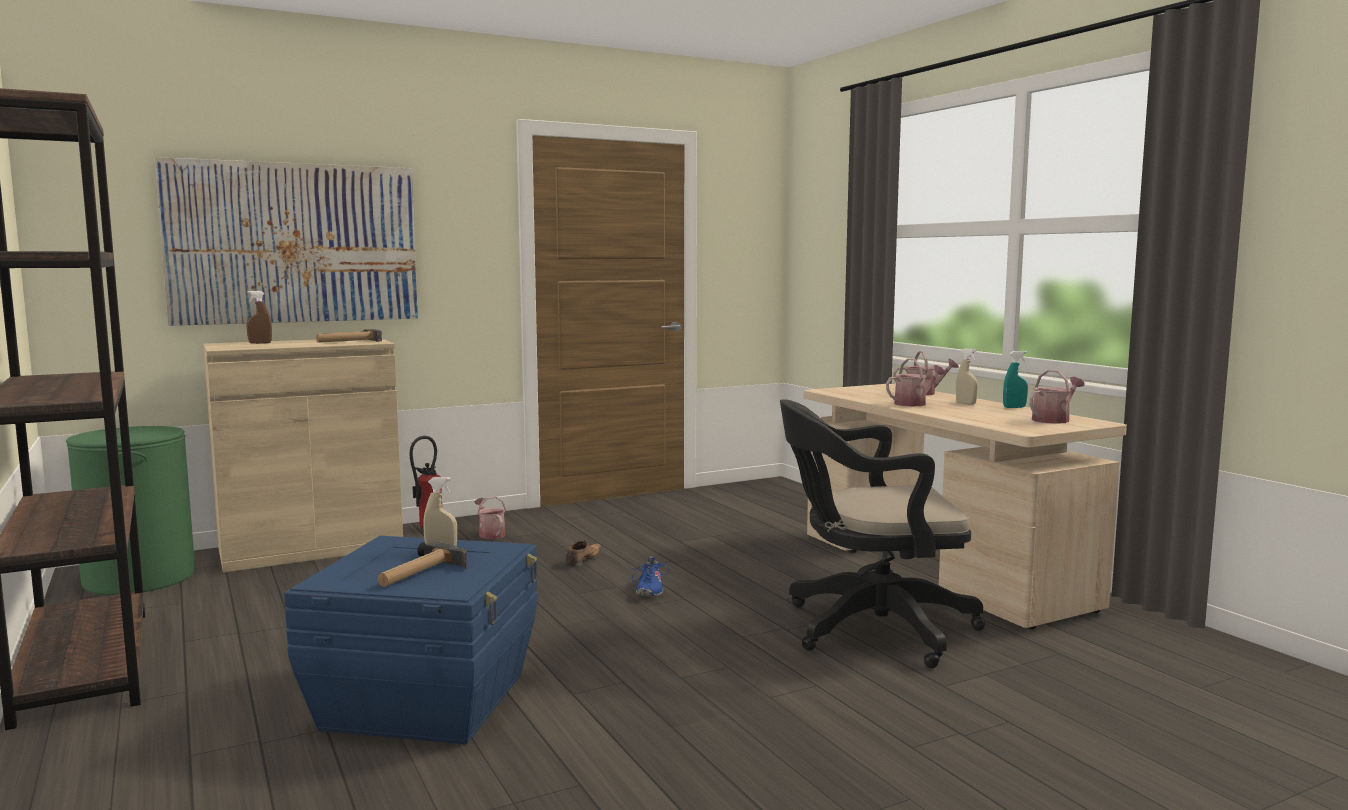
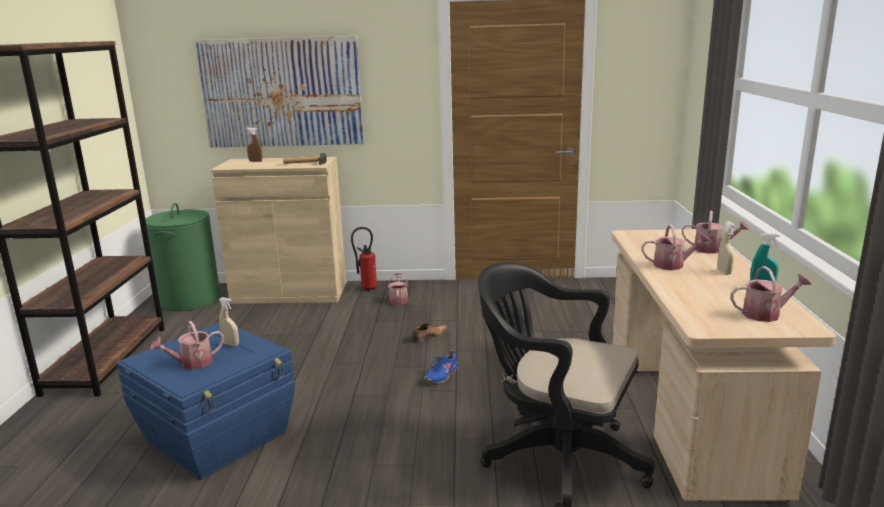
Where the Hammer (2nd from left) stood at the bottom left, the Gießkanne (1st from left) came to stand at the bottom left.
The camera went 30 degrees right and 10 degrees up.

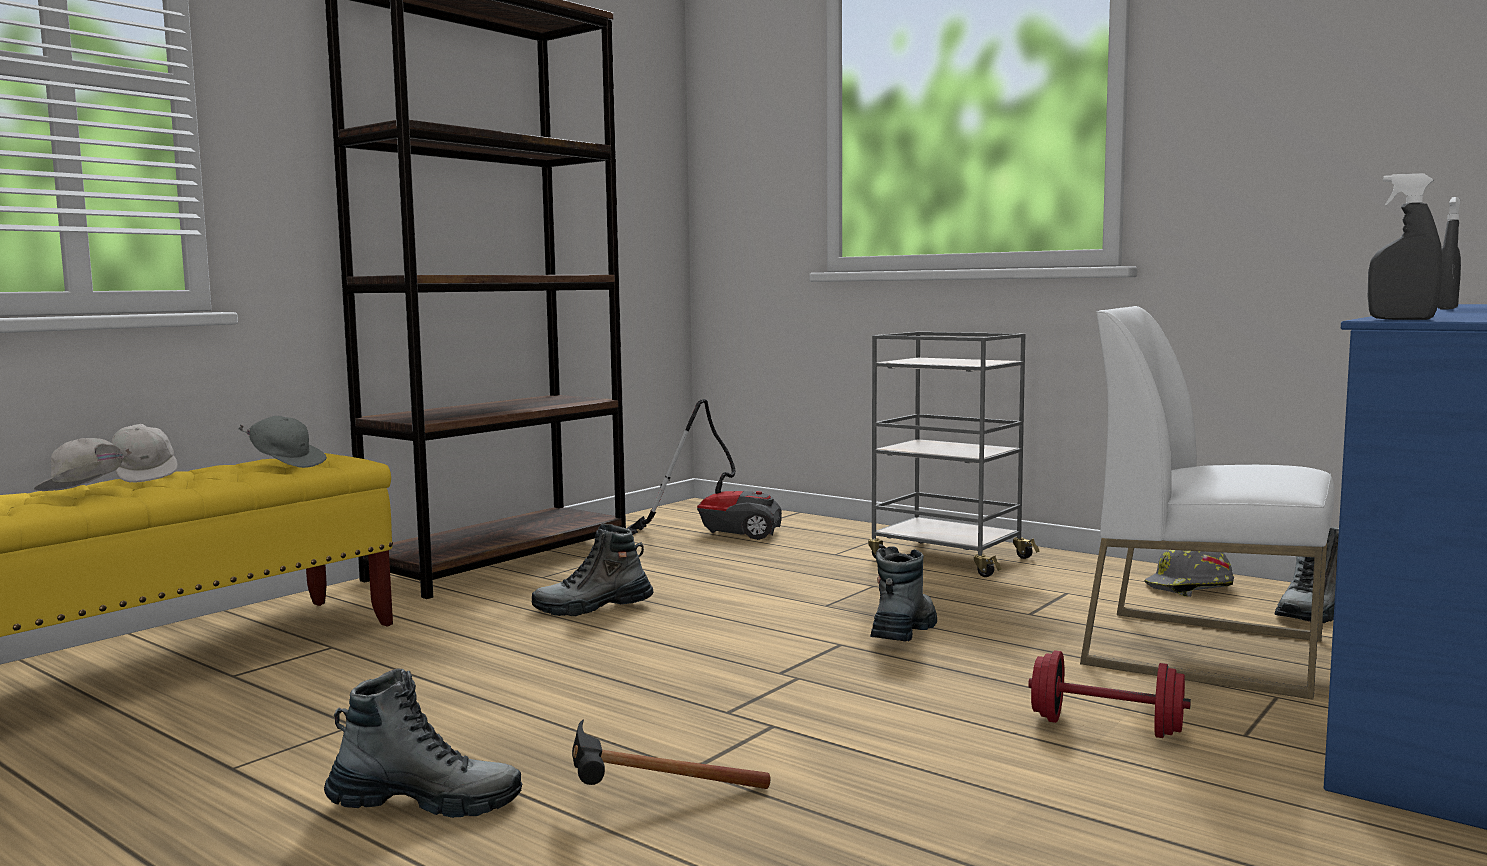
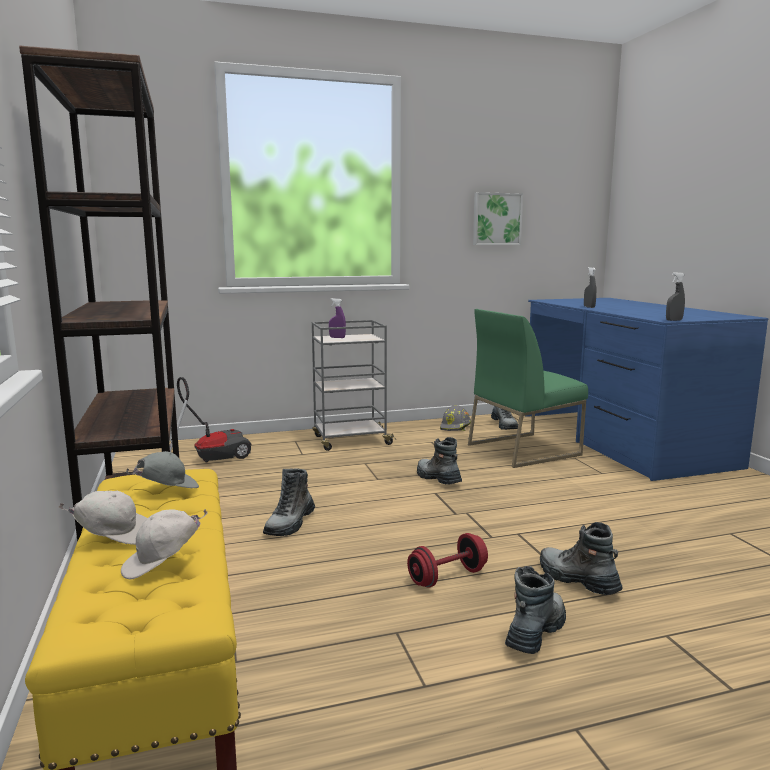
Where the Hammer stood at the bottom centre, the Stiefel (5th from left) came to stand at the bottom right.
The Hantel (rot) ended up elsewhere, having gone from the bottom right to the bottom centre.
What was the Stuhl (weiß) at the middle right turned into the Stuhl (grün) at the middle right.
The second view gained the Sprühflasche (lila) at the centre.
The second view gained the Bild at the top centre.
The camera went 55 degrees left and 5 degrees up.

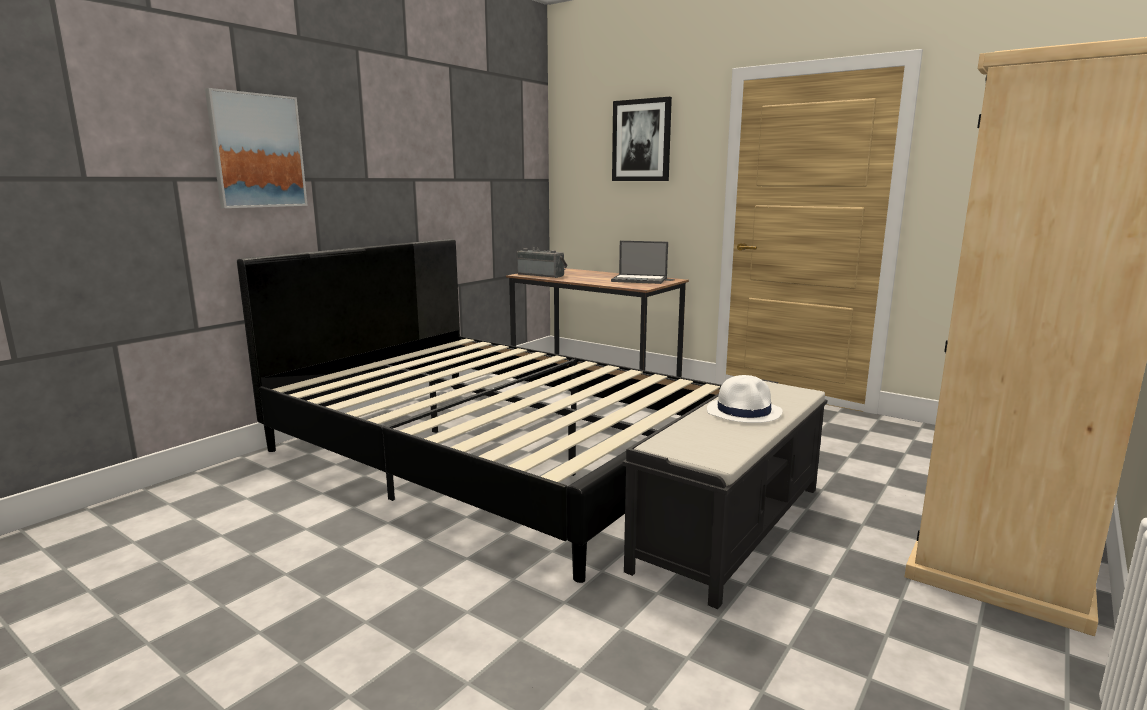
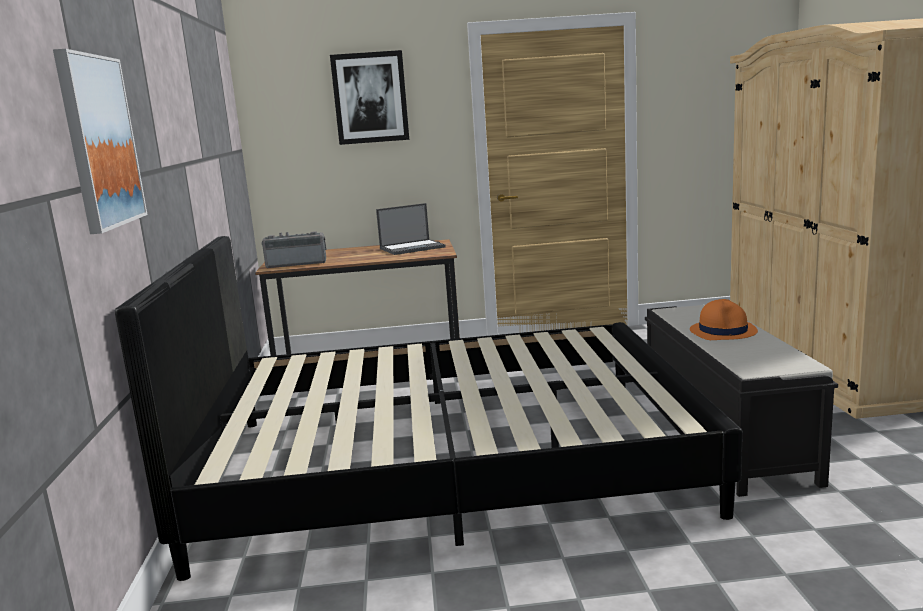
What was the Hut (weiß) at the centre turned into the Hut (orange) at the middle right.
The camera went 40 degrees left and 0 degrees up.

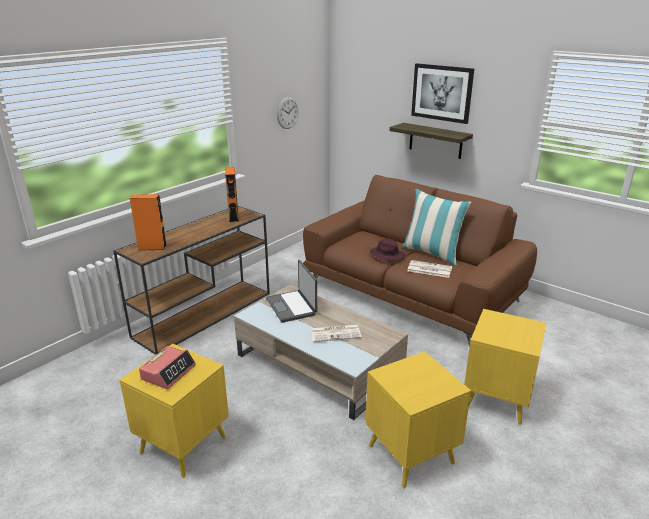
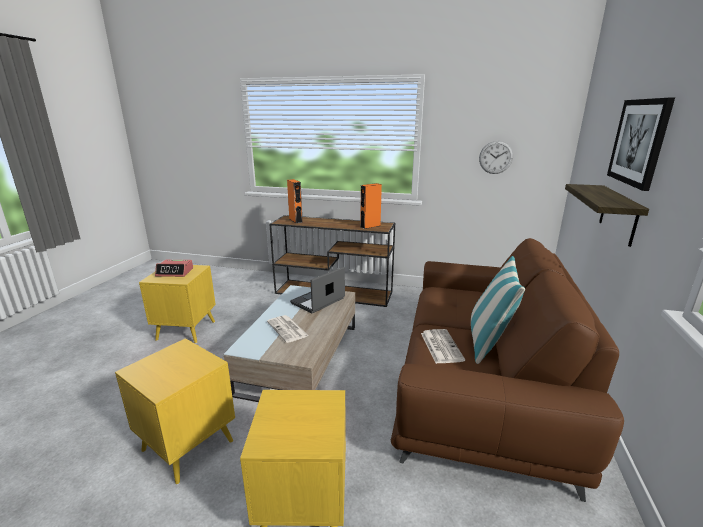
The second view lost the Hut (lila) at the centre.
The camera went 65 degrees right and 5 degrees down.

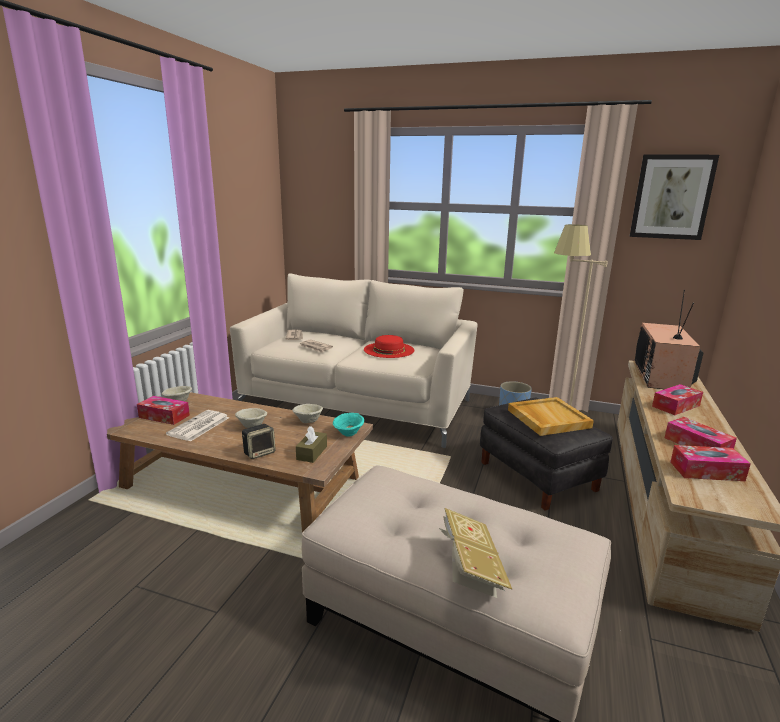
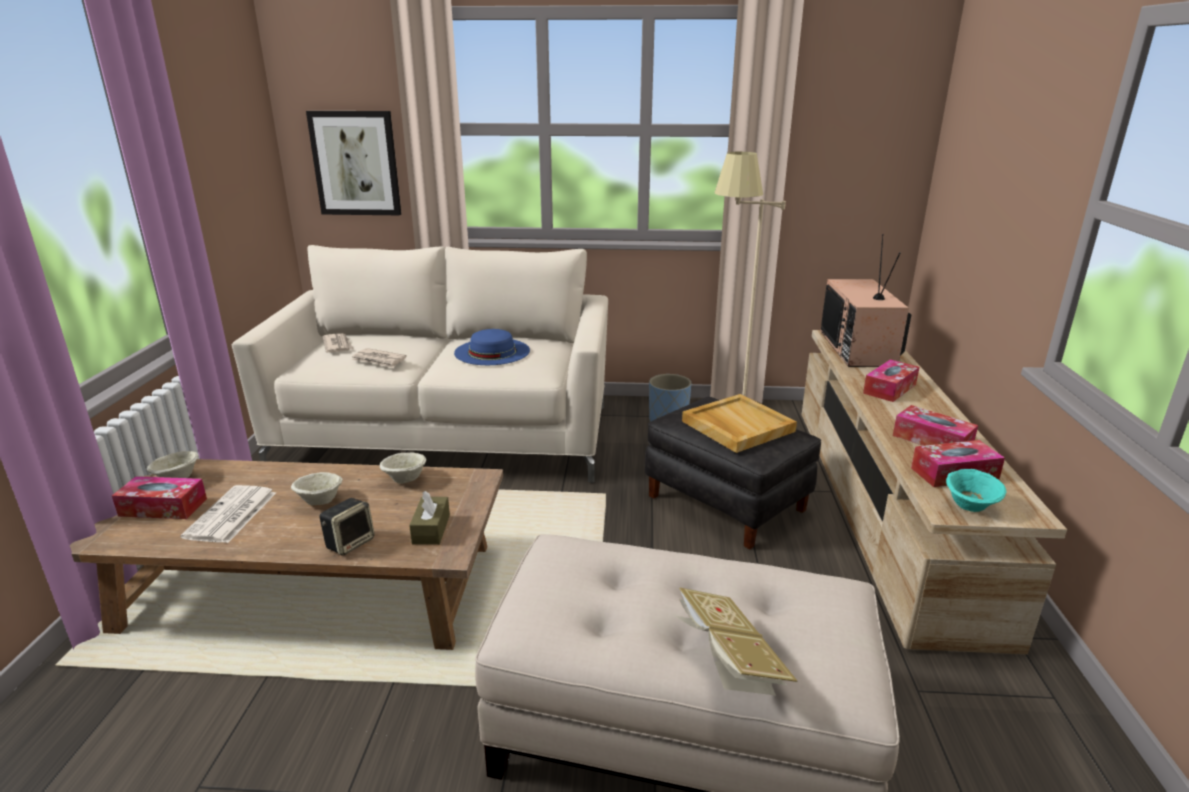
The Schüssel (türkis) ended up elsewhere, having gone from the centre to the middle right.
What was the Hut (rot) at the centre turned into the Hut (blau) at the centre.
The Bild ended up elsewhere, having gone from the top right to the top left.
The camera went 15 degrees left and 5 degrees up.

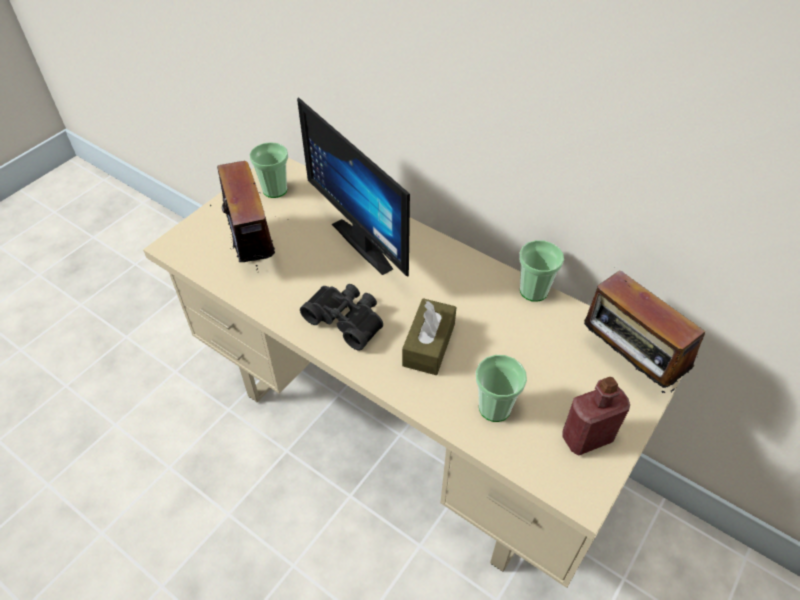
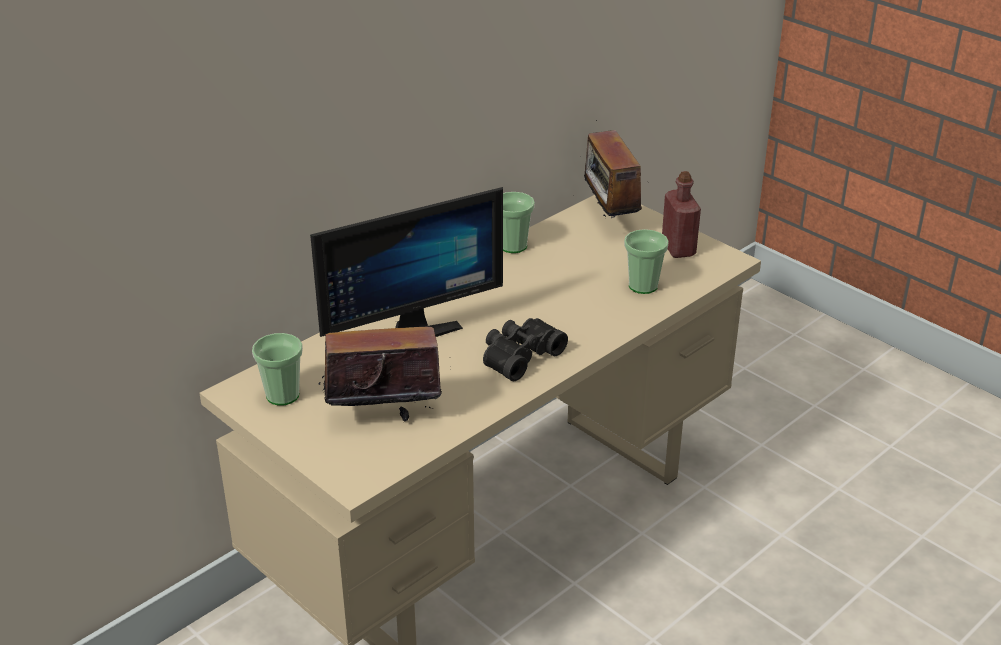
The second view lost the Taschentuchbox (braun) at the centre.
The Radio (2nd from left) at the middle right ended up facing another way, 105 degrees clockwise from before.
The camera went 80 degrees left and 15 degrees down.

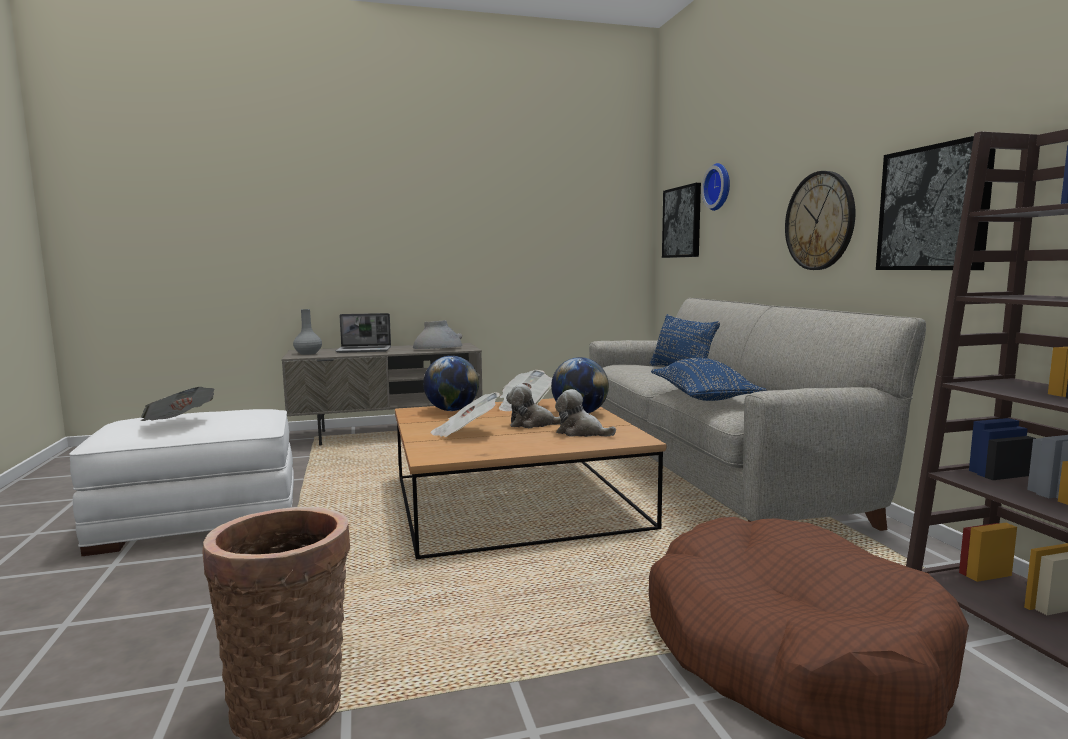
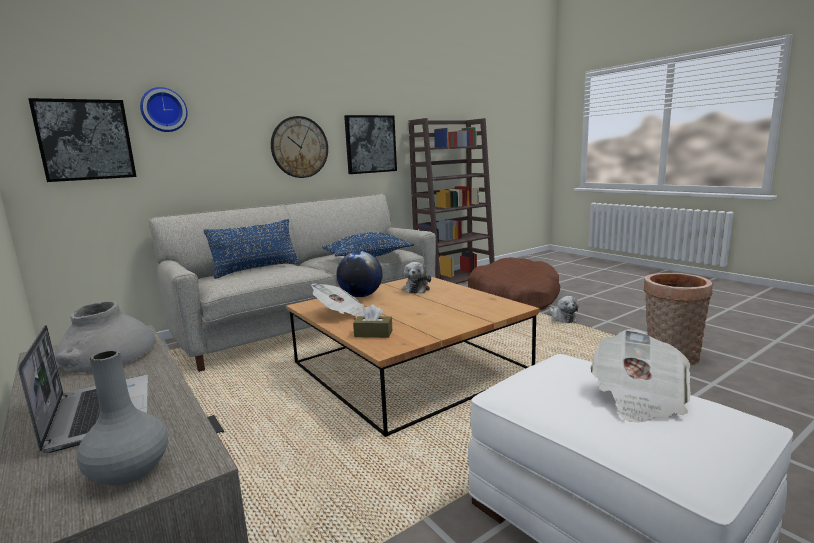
Where the Globus (1st from left) stood at the centre, the Taschentuchbox (braun) came to stand at the centre.
The second view lost the Zeitung (2nd from left) at the centre.
The Plüschtier (1st from left in the first image) ended up elsewhere, having gone from the centre to the middle right.
The camera went 110 degrees left and 5 degrees up.

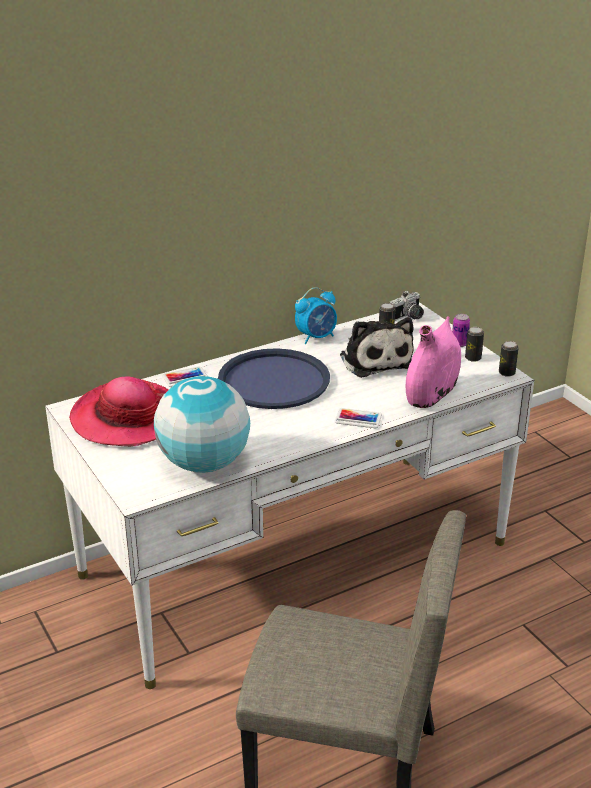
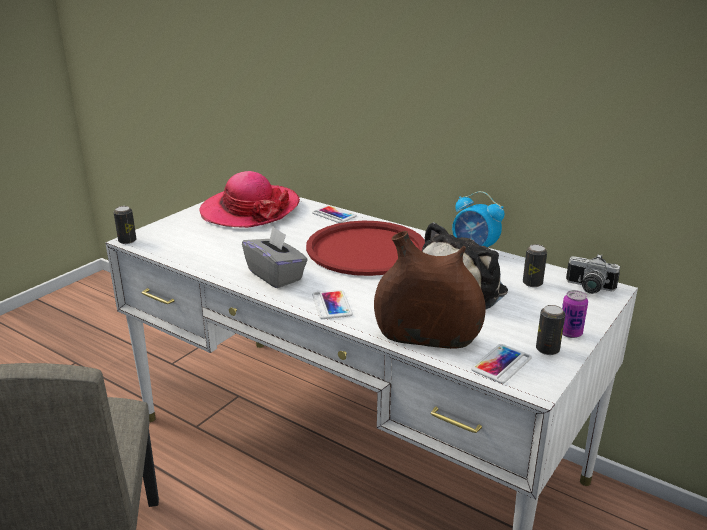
The second view lost the Globus at the centre.
What was the Tablett (blau) at the centre turned into the Tablett (rot) at the centre.
What was the Vase (rosa) at the middle right turned into the Vase (braun) at the centre.
The Dose (4th from left in the first image) ended up elsewhere, having gone from the middle right to the middle left.
The second view gained the Taschentuchbox (grau) at the centre.
The second view gained the Handy (3rd from left) at the bottom right.
The camera went 65 degrees right and 5 degrees down.

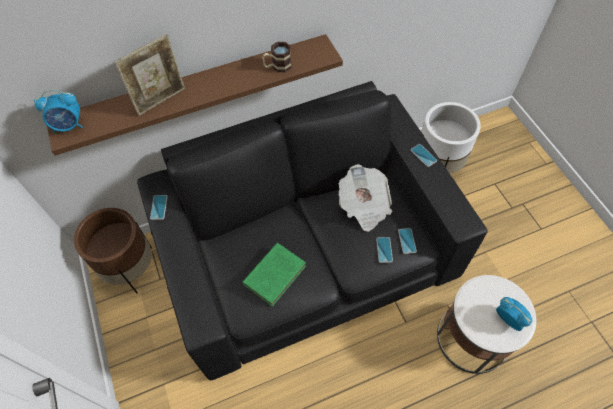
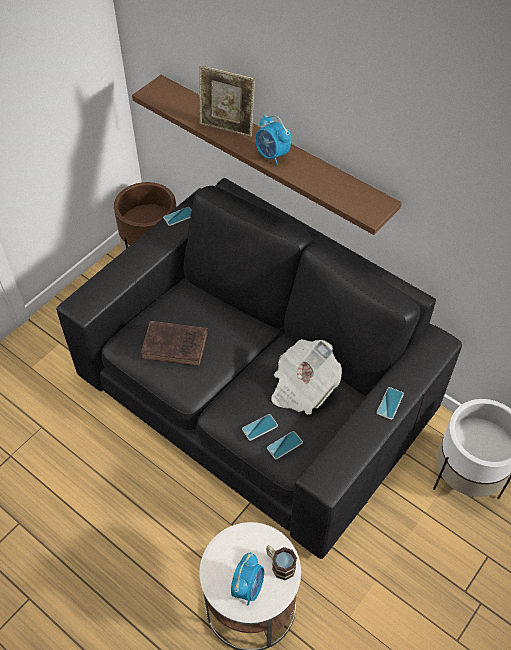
The Wecker (1st from left in the first image) ended up elsewhere, having gone from the top left to the top centre.
What was the Buch (grün) at the bottom centre turned into the Buch (braun) at the centre.
The Henkelbecher ended up elsewhere, having gone from the top centre to the bottom centre.
The camera went 60 degrees right and 5 degrees down.

